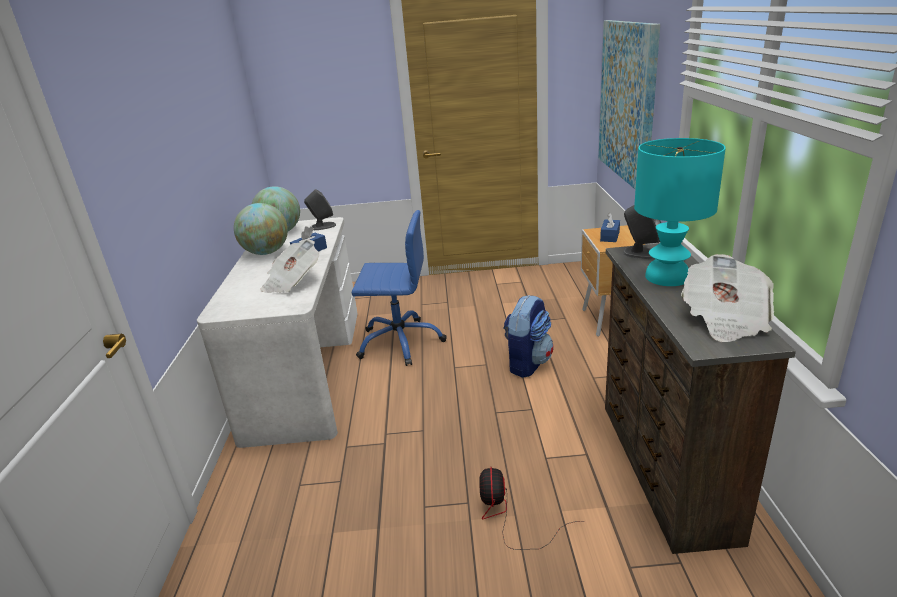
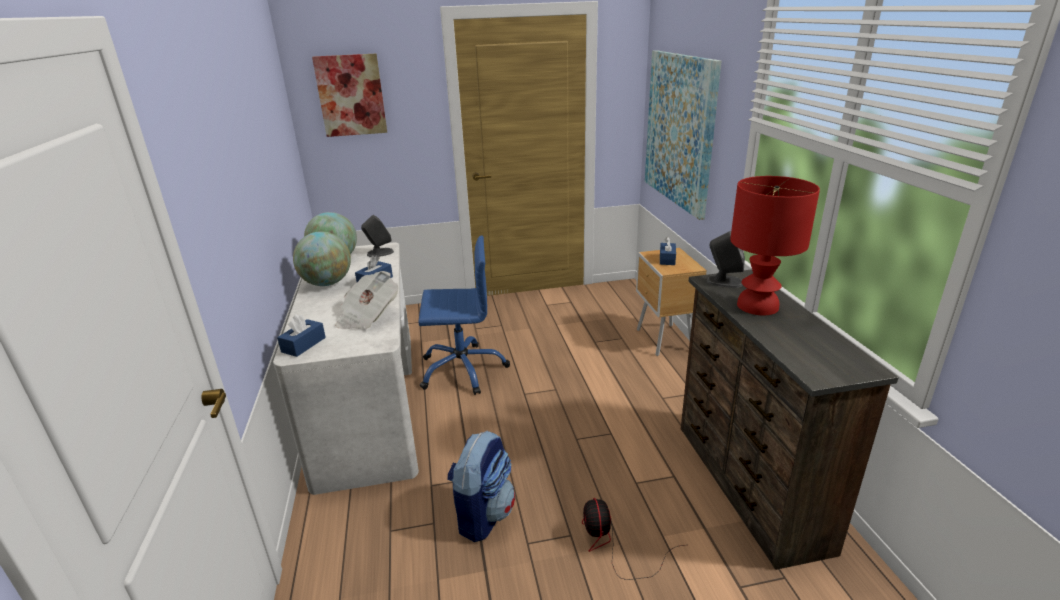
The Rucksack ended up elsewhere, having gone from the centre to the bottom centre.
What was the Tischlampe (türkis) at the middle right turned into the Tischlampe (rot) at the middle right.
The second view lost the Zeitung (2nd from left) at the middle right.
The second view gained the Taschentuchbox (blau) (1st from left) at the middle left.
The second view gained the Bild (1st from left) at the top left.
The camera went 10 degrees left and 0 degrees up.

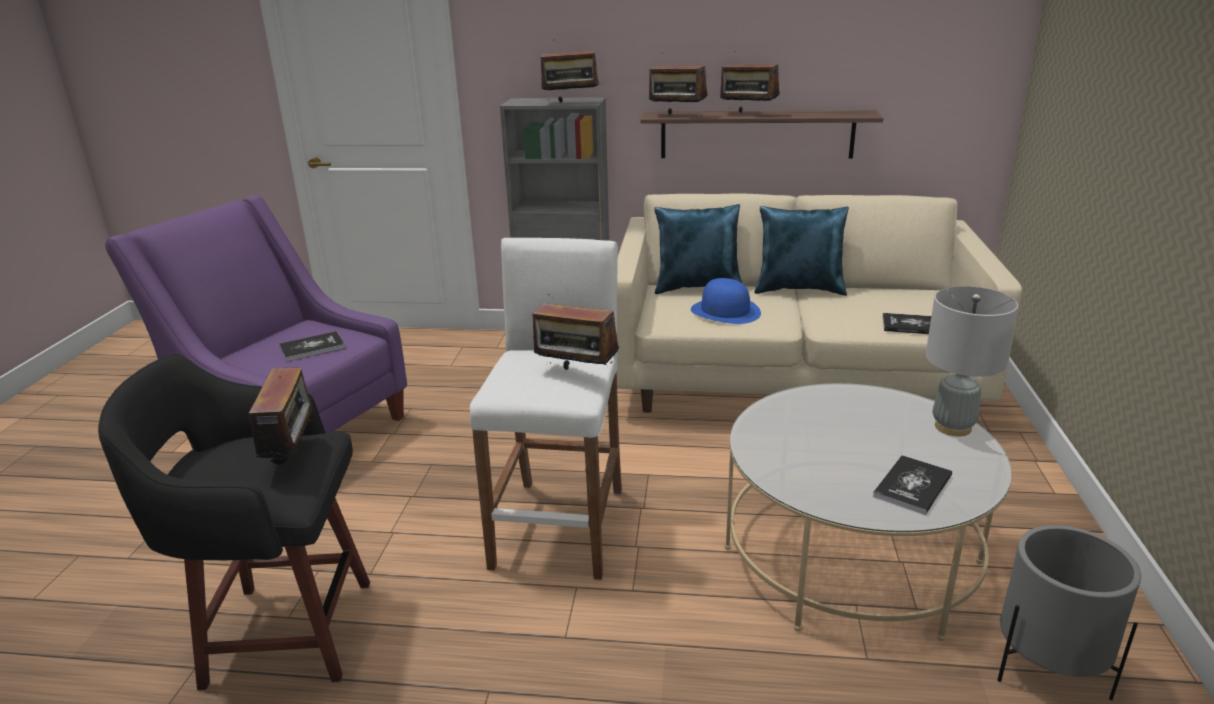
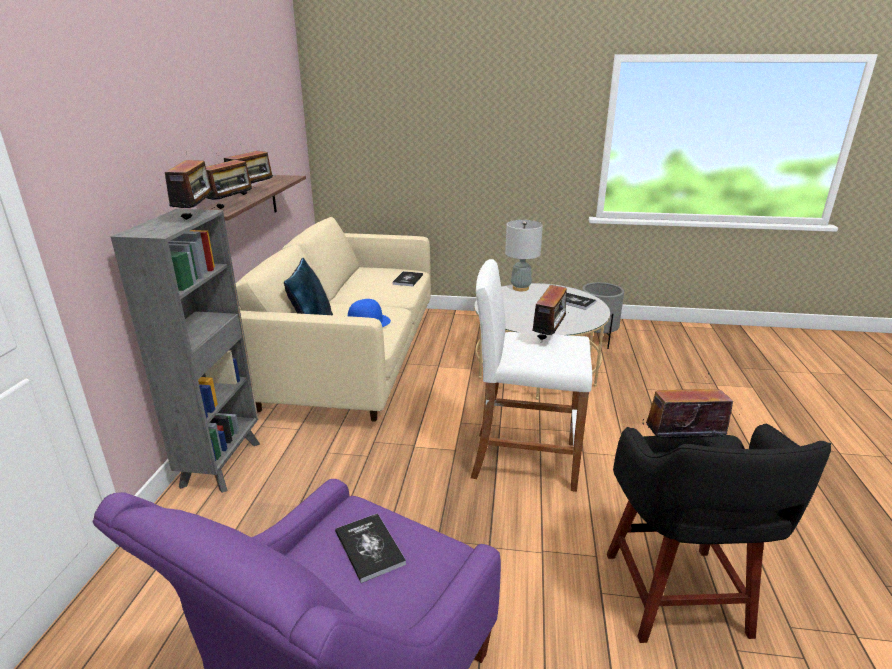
The second view lost the Kissen (blau) (2nd from left) at the centre.
The camera went 90 degrees left and 0 degrees up.

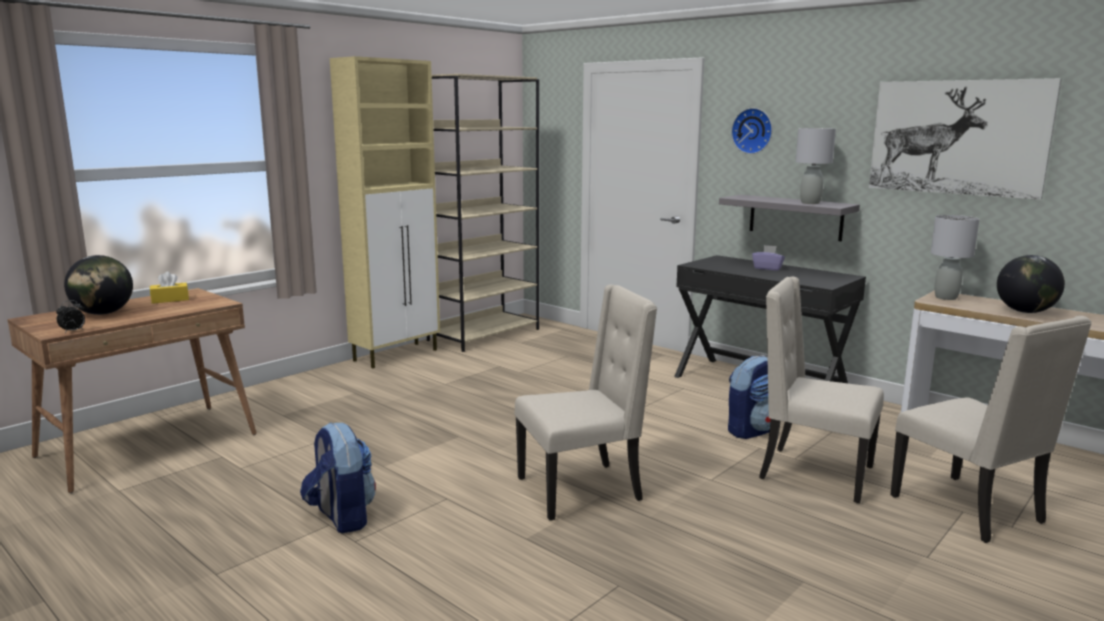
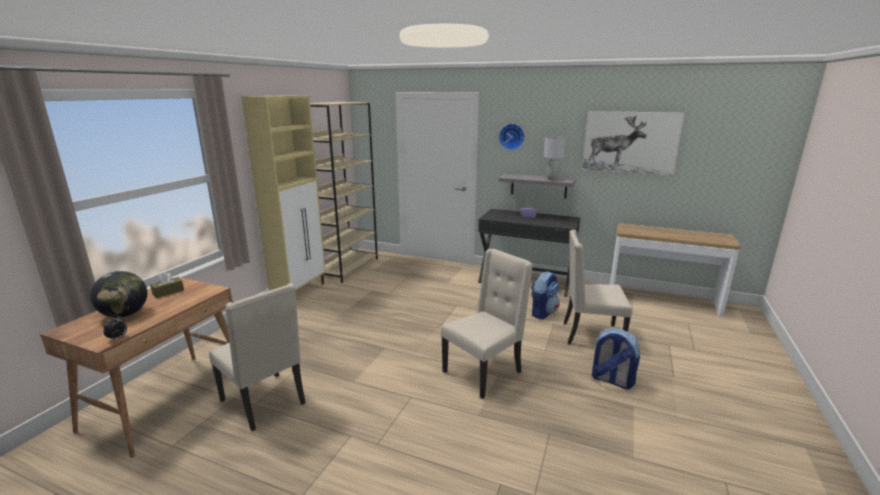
What was the Taschentuchbox (gelb) at the middle left turned into the Taschentuchbox (braun) at the middle left.
The Rucksack (1st from left in the first image) ended up elsewhere, having gone from the bottom left to the bottom right.
The Stuhl (beige) (3rd from left in the first image) ended up elsewhere, having gone from the bottom right to the bottom left.
The second view lost the Tischlampe (grau) (2nd from left) at the middle right.
The second view lost the Globus (2nd from left) at the middle right.
The camera went 20 degrees left and 5 degrees up.

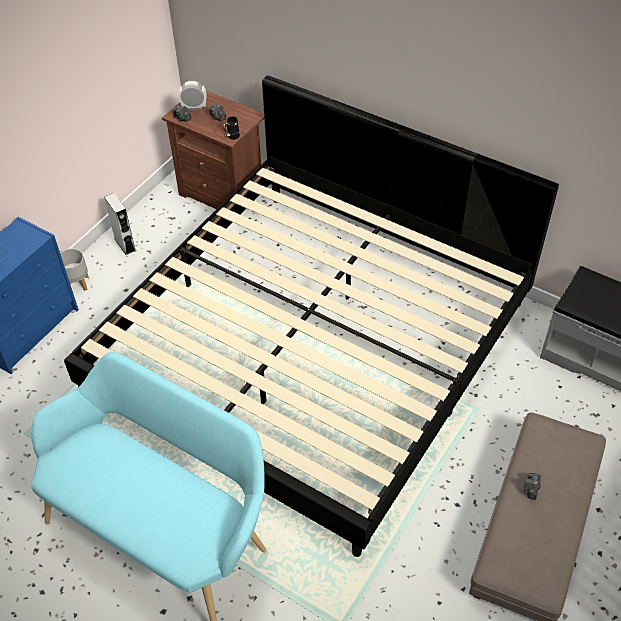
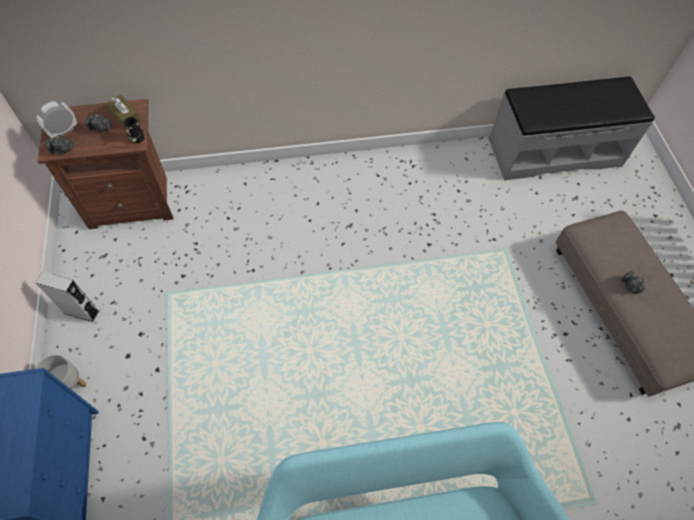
The second view lost the Bett at the centre.
The second view gained the Taschentuchbox (braun) at the top left.
The camera went 45 degrees left and 10 degrees up.

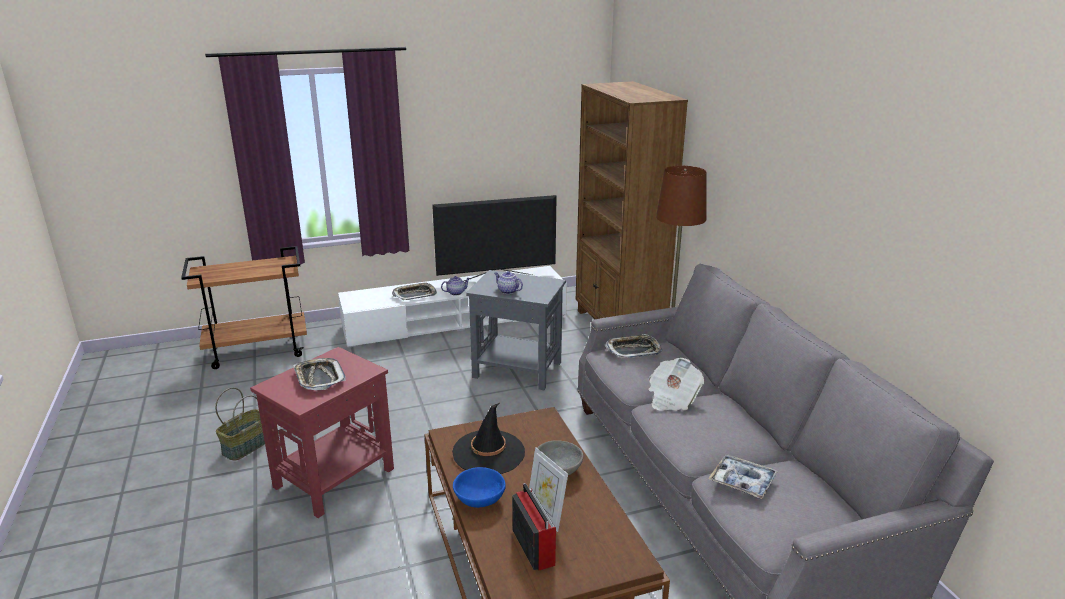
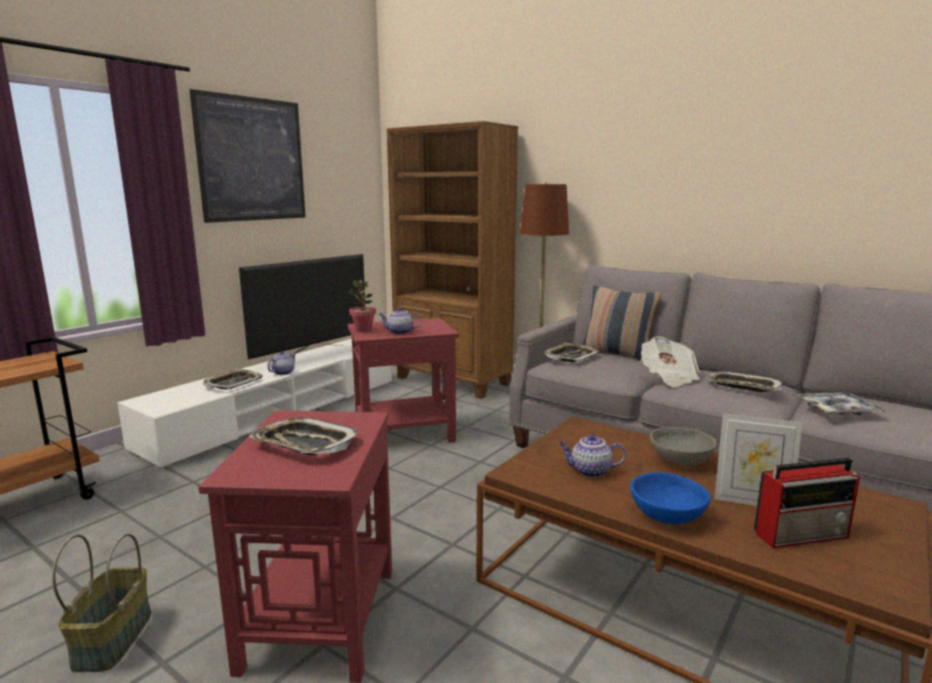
Where the Hut (schwarz) stood at the bottom centre, the Teekanne (3rd from left) came to stand at the bottom centre.
What was the Beistelltisch (grau) at the centre turned into the Beistelltisch (rot) (2nd from left) at the centre.
The Radio at the bottom centre ended up facing another way, 135 degrees clockwise from before.
The second view gained the Bild at the top left.
The second view gained the Topfpflanze at the centre.
The second view gained the Kissen at the middle right.
The second view gained the Tablett (4th from left) at the middle right.
The camera went 35 degrees left and 10 degrees down.

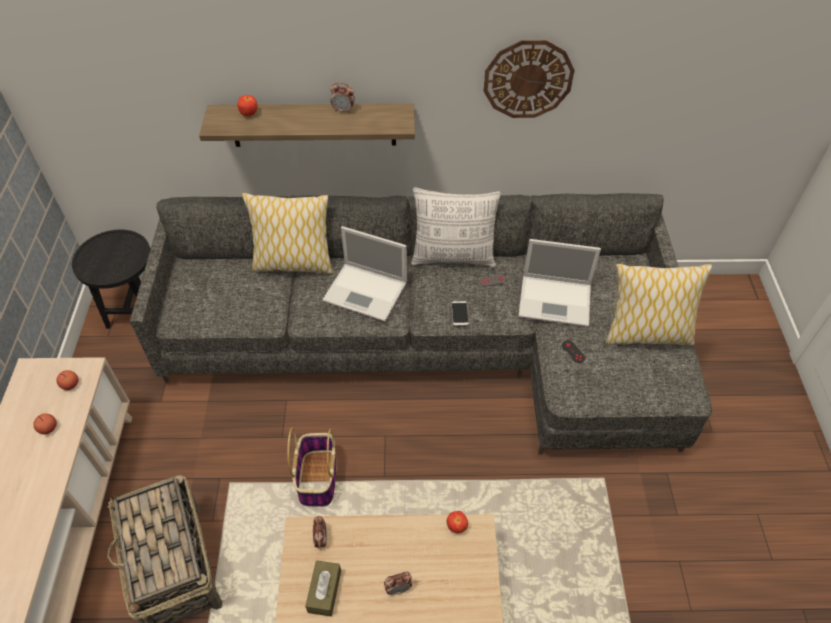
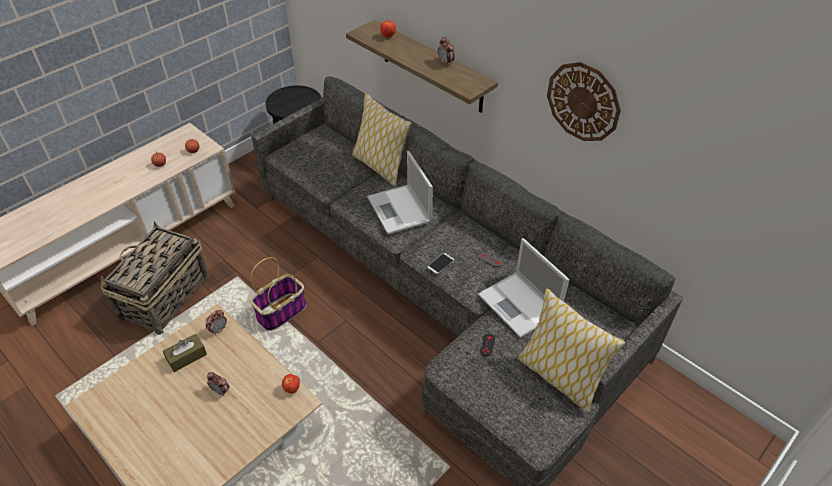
The second view lost the Kissen (2nd from left) at the centre.
The camera went 45 degrees right and 5 degrees down.

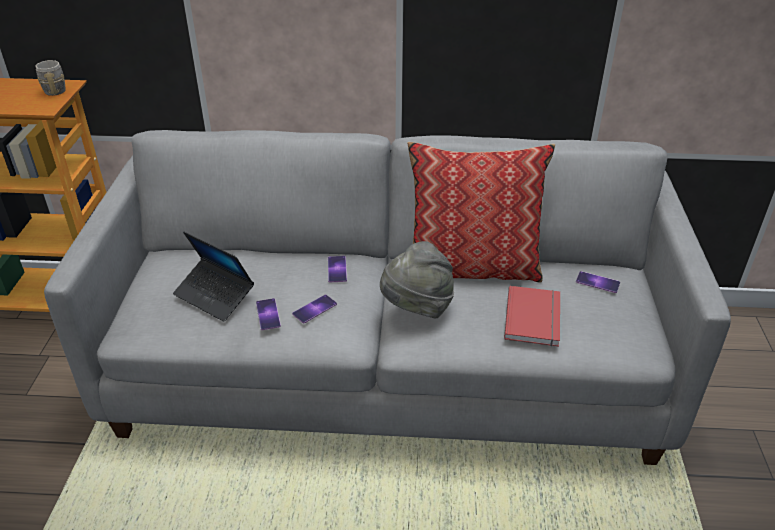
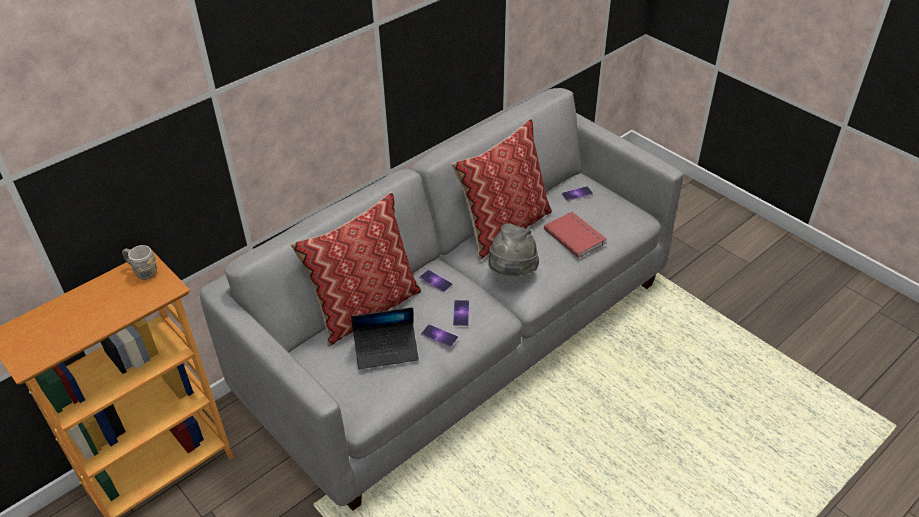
The second view gained the Kissen (1st from left) at the centre.
The camera went 45 degrees left and 5 degrees up.

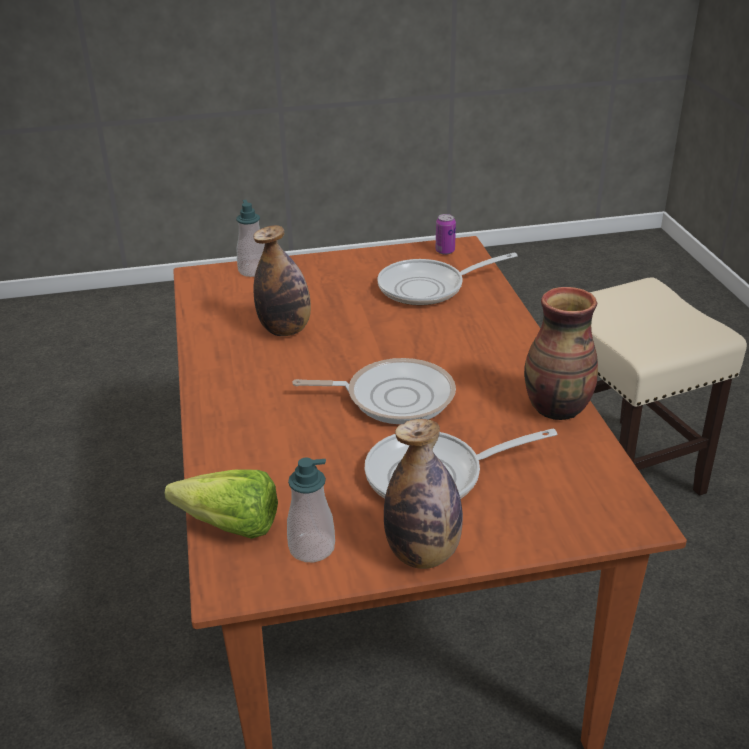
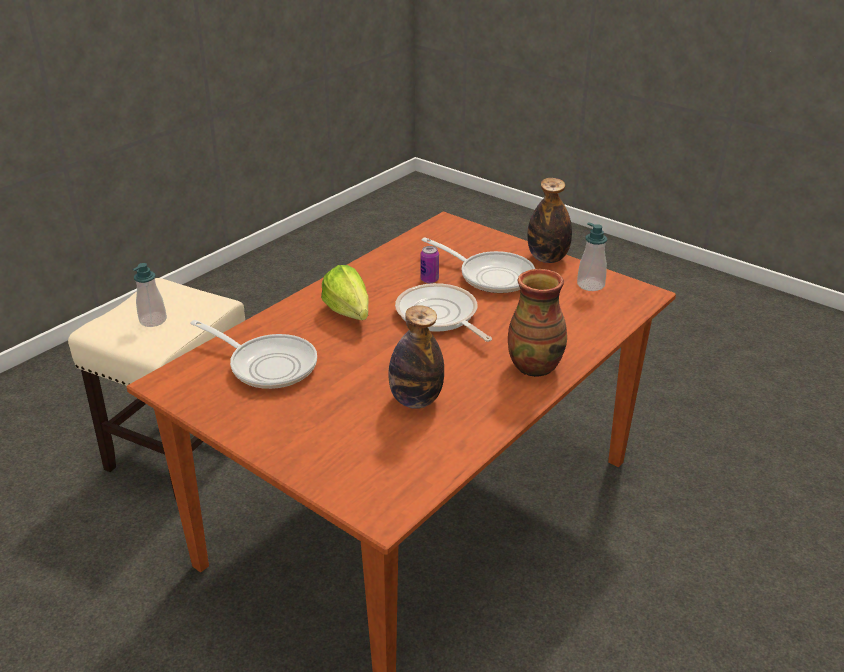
The Salatkopf ended up elsewhere, having gone from the bottom left to the centre.
The Seifenspender (1st from left) ended up elsewhere, having gone from the top centre to the middle left.
The Dose ended up elsewhere, having gone from the top centre to the centre.
The Vase ended up elsewhere, having gone from the middle right to the centre.
The camera went 130 degrees left and 0 degrees up.

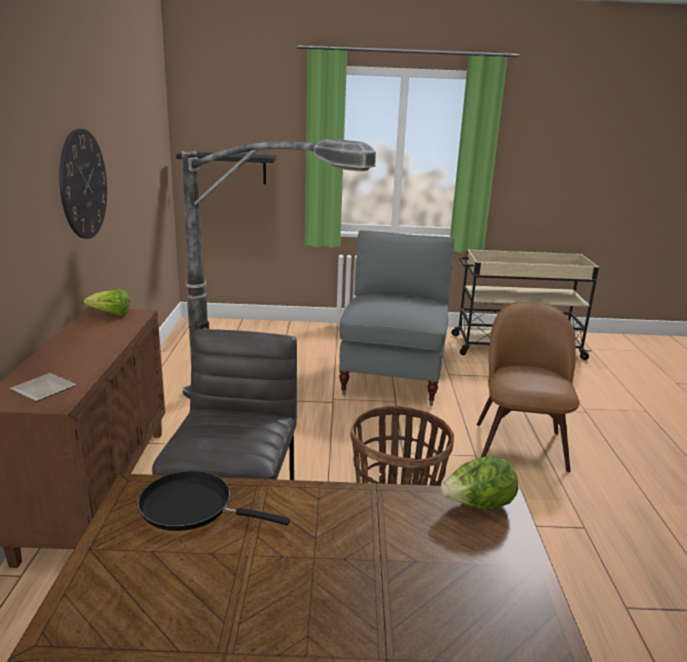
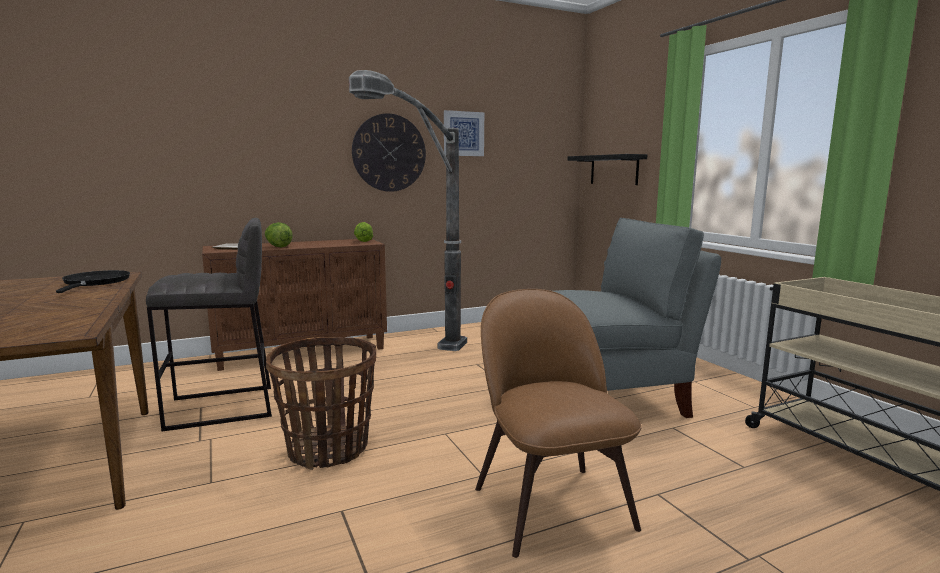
The Salatkopf (2nd from left in the first image) ended up elsewhere, having gone from the bottom right to the middle left.
The Stuhl (braun) at the middle right ended up facing another way, 90 degrees counterclockwise from before.
The second view gained the Bild at the top centre.
The camera went 65 degrees right and 10 degrees down.

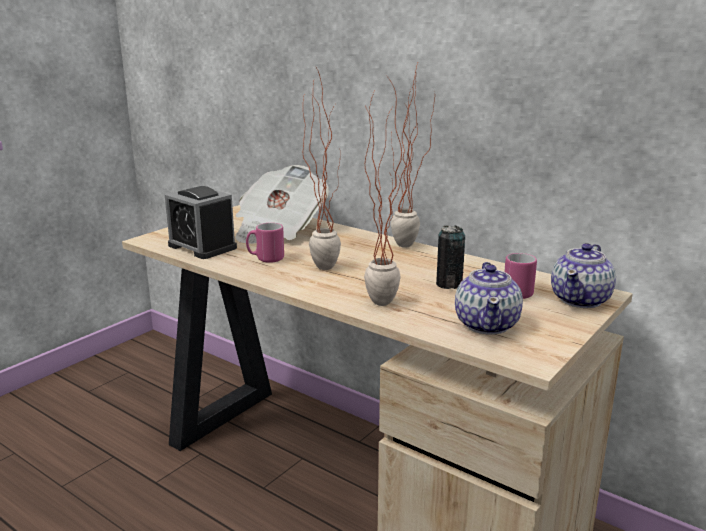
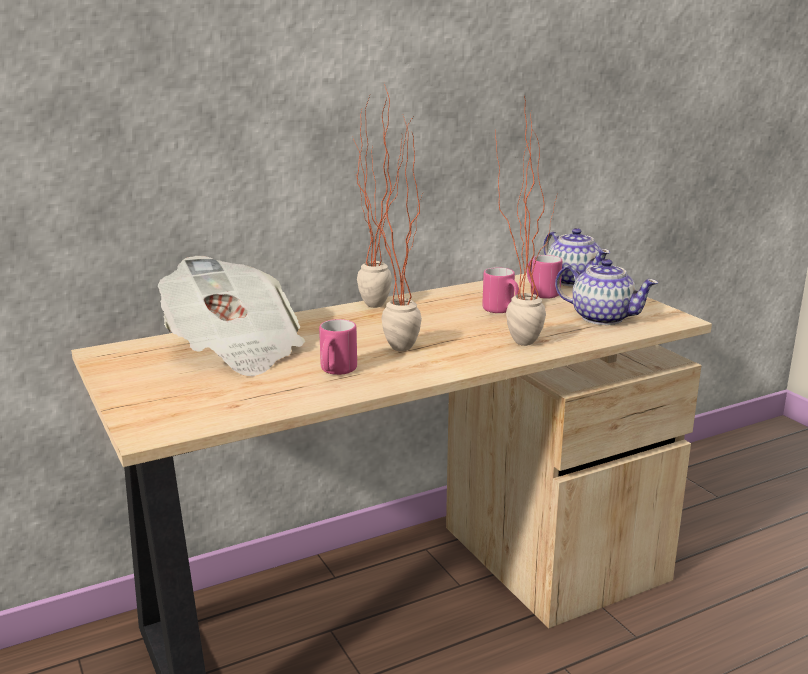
The second view lost the Wecker at the middle left.
Where the Dose stood at the centre, the Henkelbecher (rosa) (2nd from left) came to stand at the centre.
The camera went 65 degrees left and 0 degrees up.

